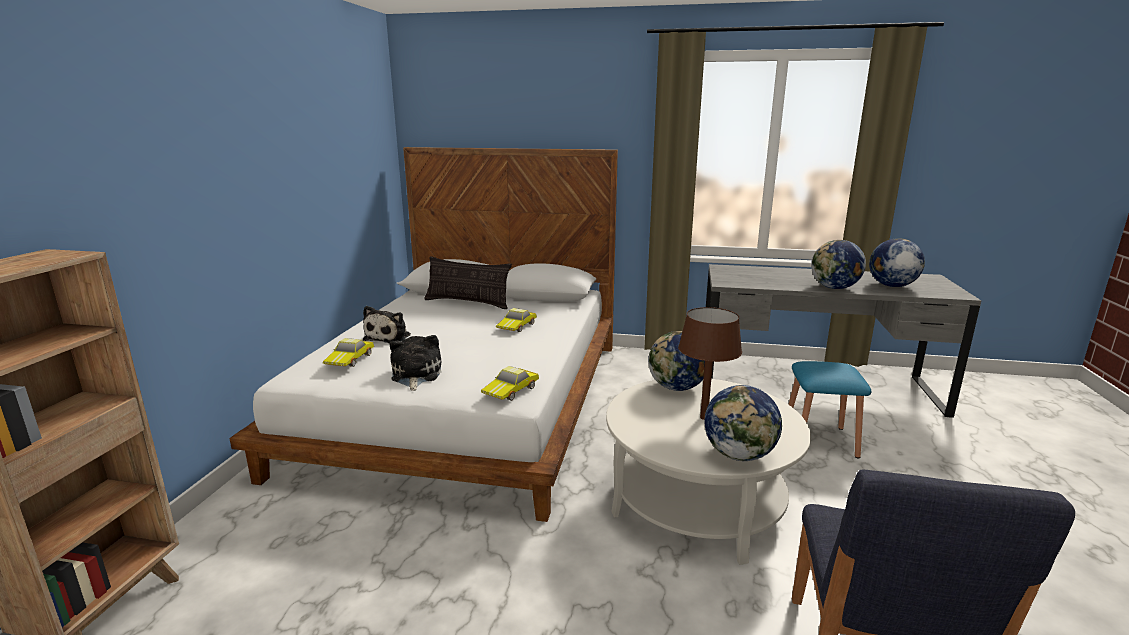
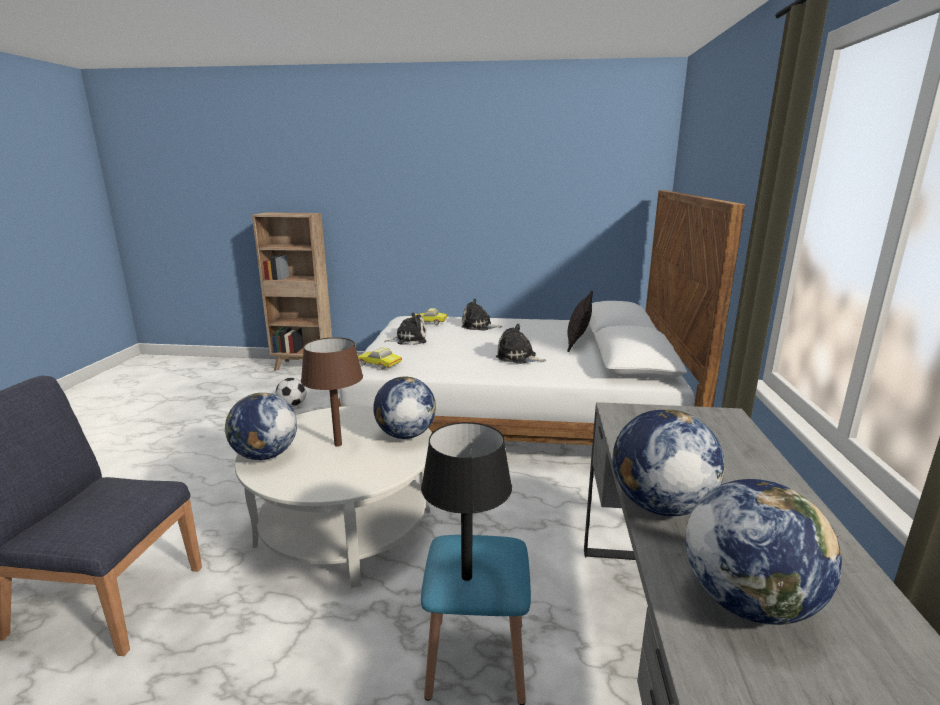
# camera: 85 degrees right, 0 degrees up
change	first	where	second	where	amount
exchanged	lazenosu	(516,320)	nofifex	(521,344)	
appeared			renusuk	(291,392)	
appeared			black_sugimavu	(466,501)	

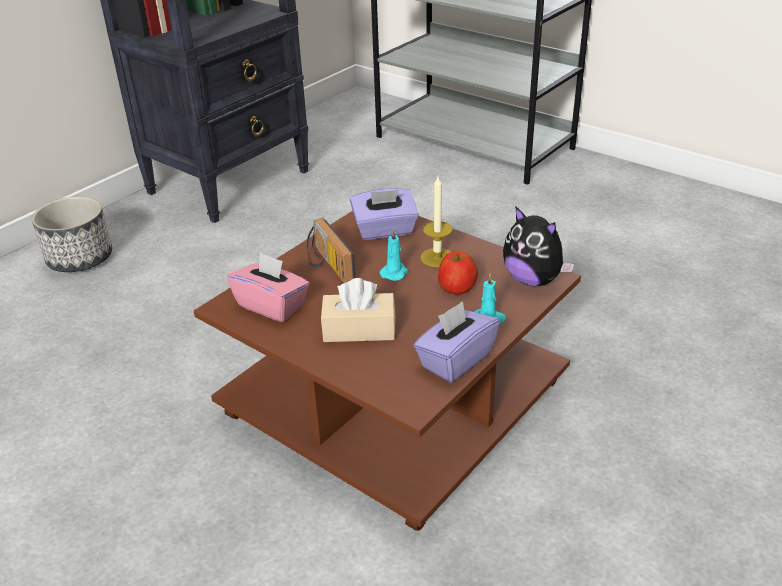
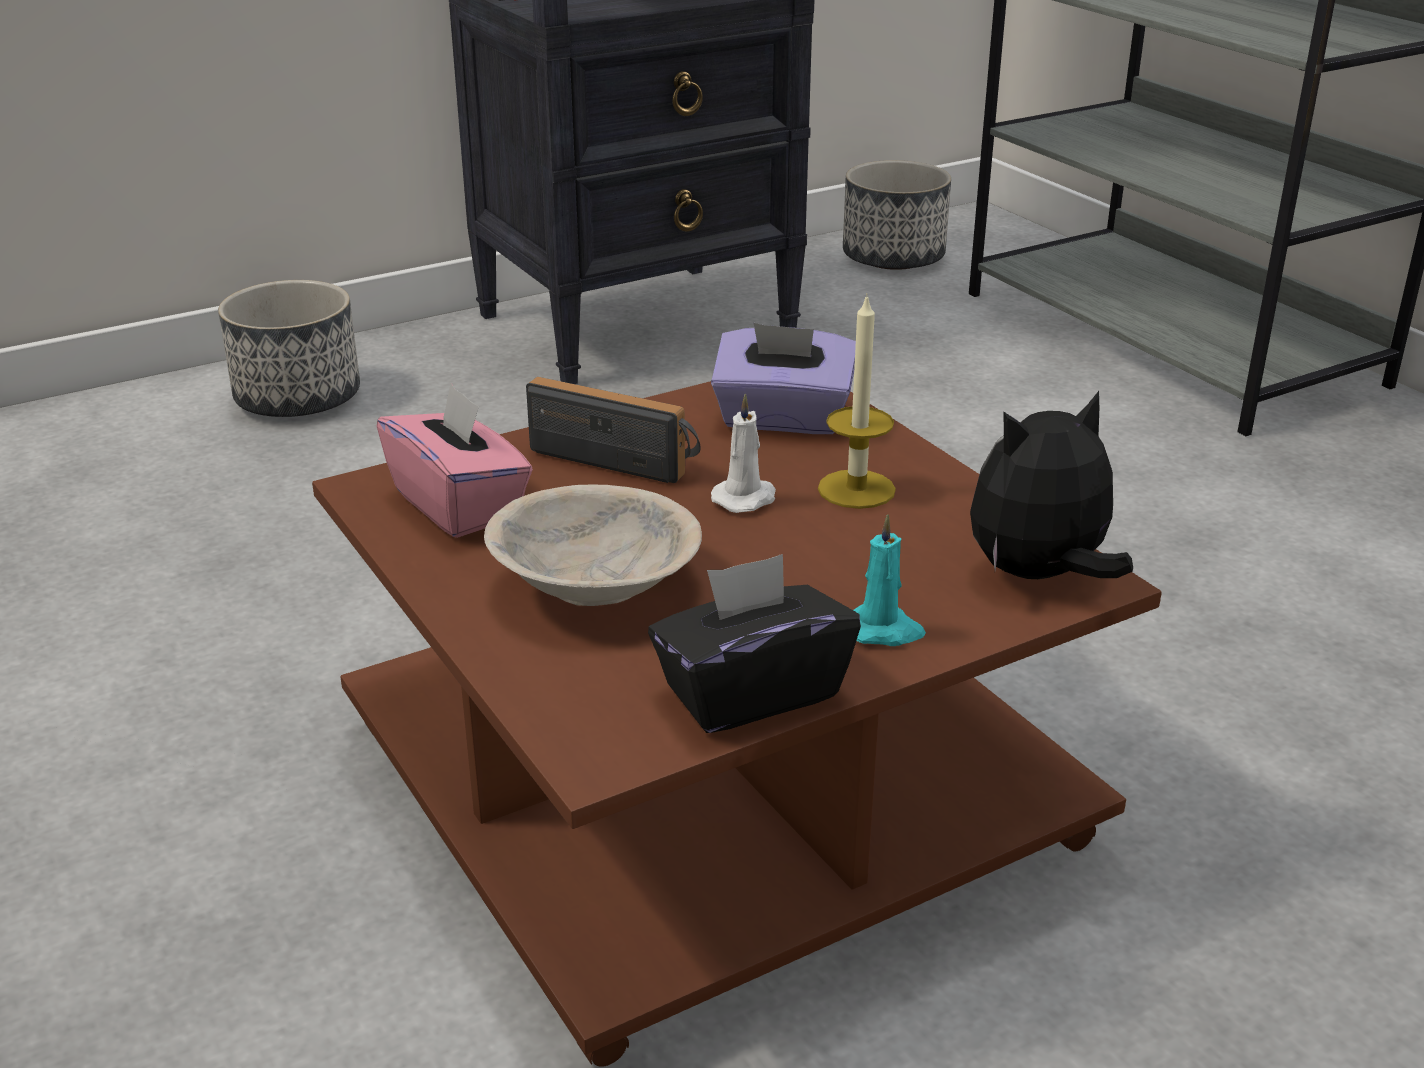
# camera: 20 degrees right, 5 degrees down
change	first	where	second	where	amount
spun	nofifex	(539,246)		(1051,485)	90 degrees clockwise
spun	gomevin	(330,250)		(613,430)	120 degrees clockwise
colour	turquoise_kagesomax	(394,255)	white_kagesomax	(743,453)	
missing	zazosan	(458,273)			
exchanged	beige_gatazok	(358,310)	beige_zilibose	(593,545)	
colour	purple_gatazok	(456,342)	black_gatazok	(754,643)	
appeared			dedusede	(897,215)	

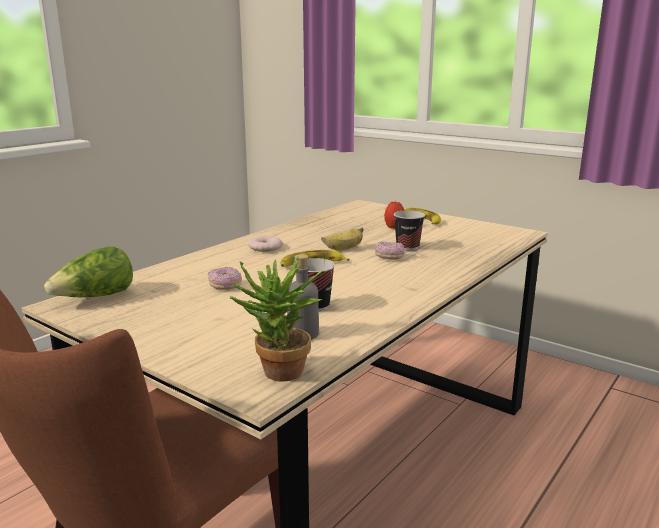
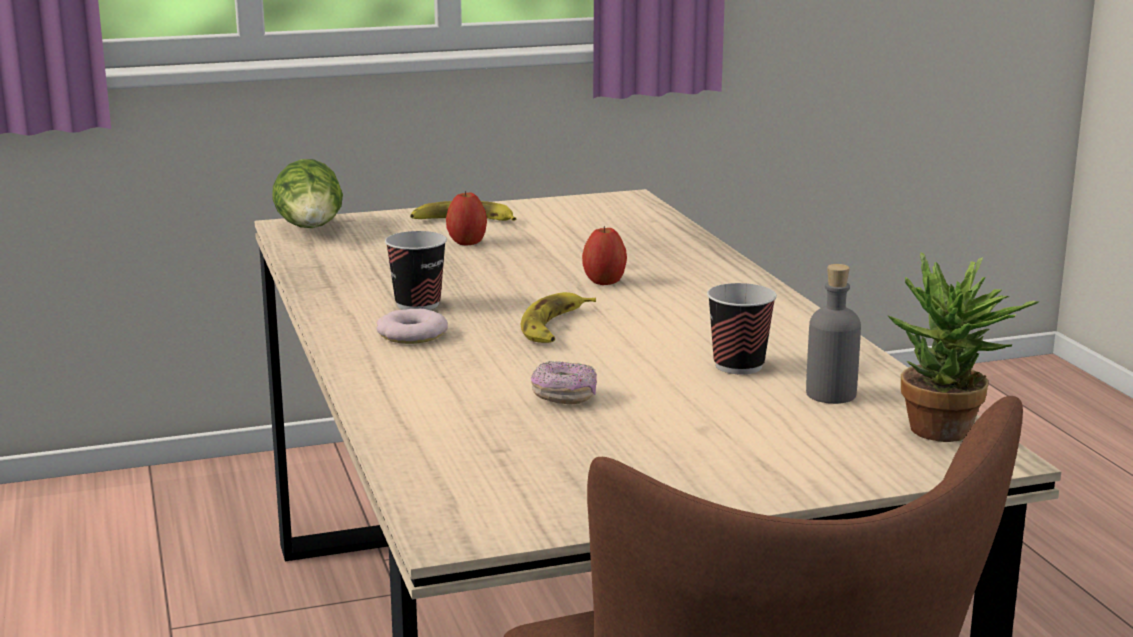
# camera: 55 degrees left, 0 degrees up
change	first	where	second	where	amount
relocated	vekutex	(409,230)		(416,270)	
missing	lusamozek	(342,238)			
exchanged	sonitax	(389,250)	zazosan	(604,255)	
relocated	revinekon	(88,271)		(307,193)	

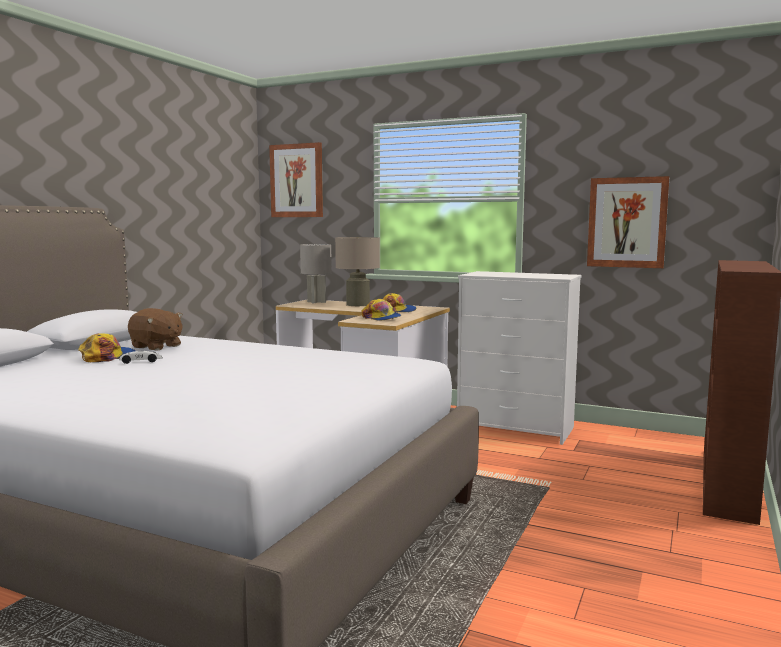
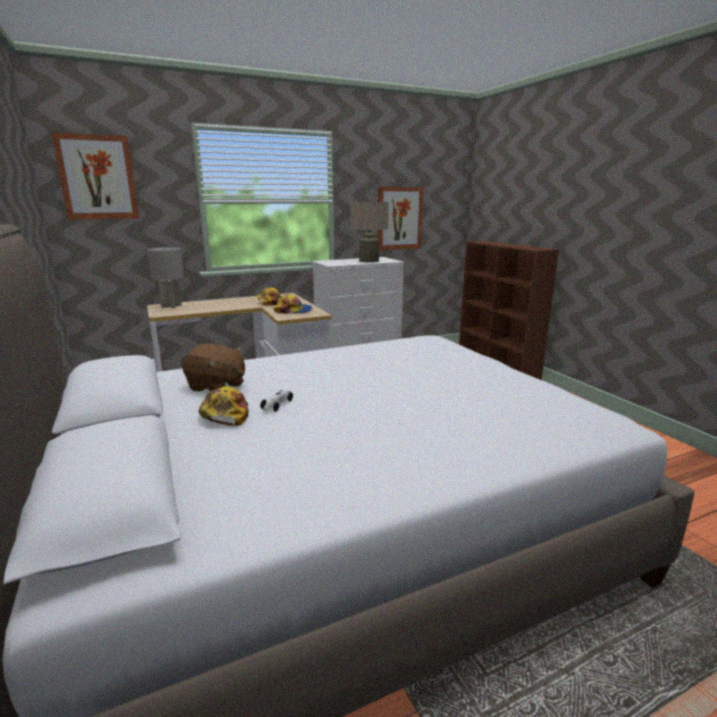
# camera: 50 degrees left, 10 degrees up
change	first	where	second	where	amount
relocated	beige_sugimavu	(357,271)		(369,232)	
spun	brown_nofifex	(155,329)		(213,367)	45 degrees clockwise

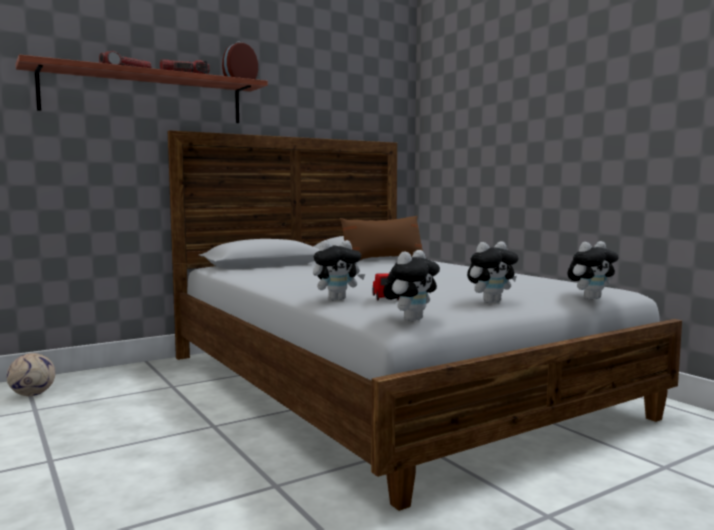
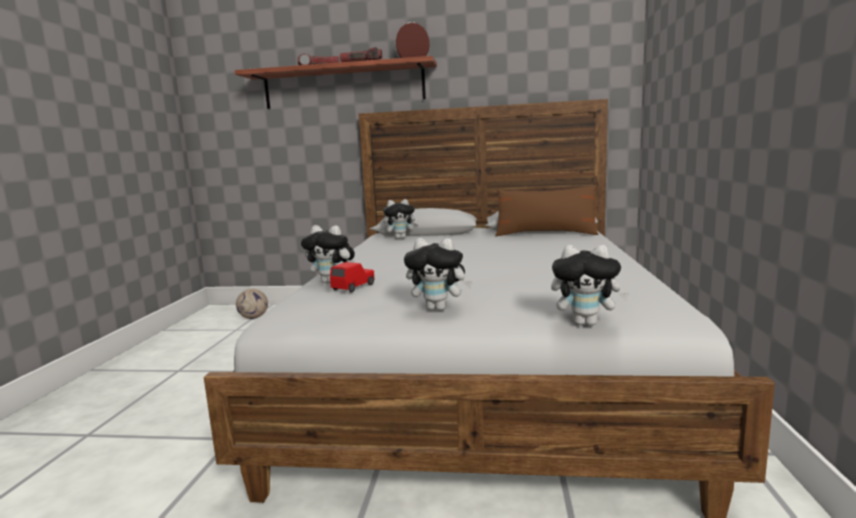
# camera: 40 degrees right, 5 degrees up
change	first	where	second	where	amount
relocated	nofifex	(411,285)		(401,219)	

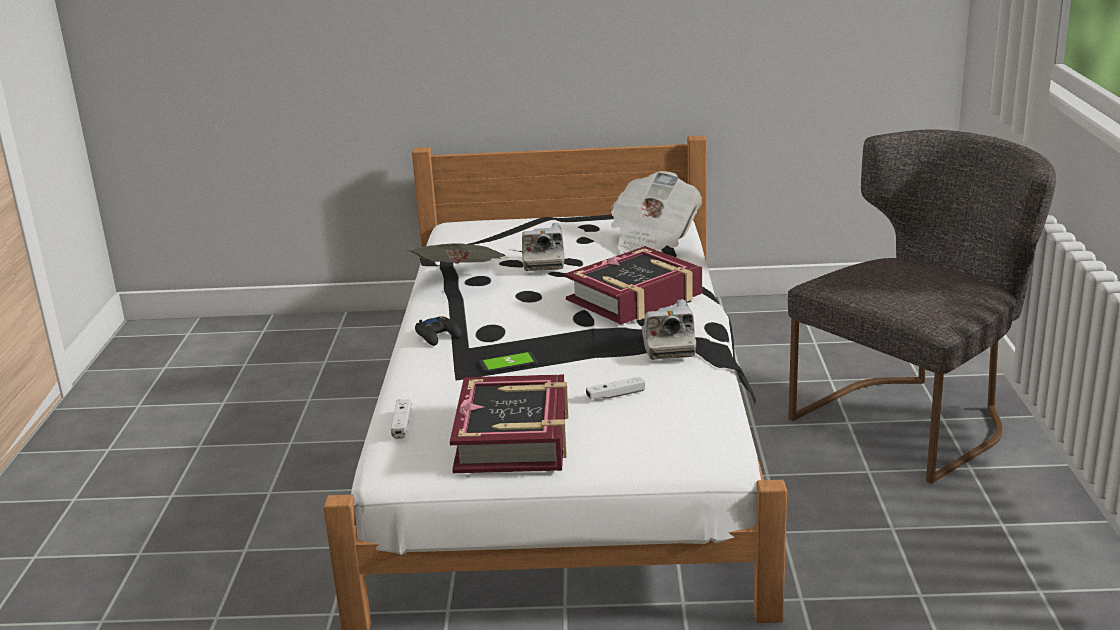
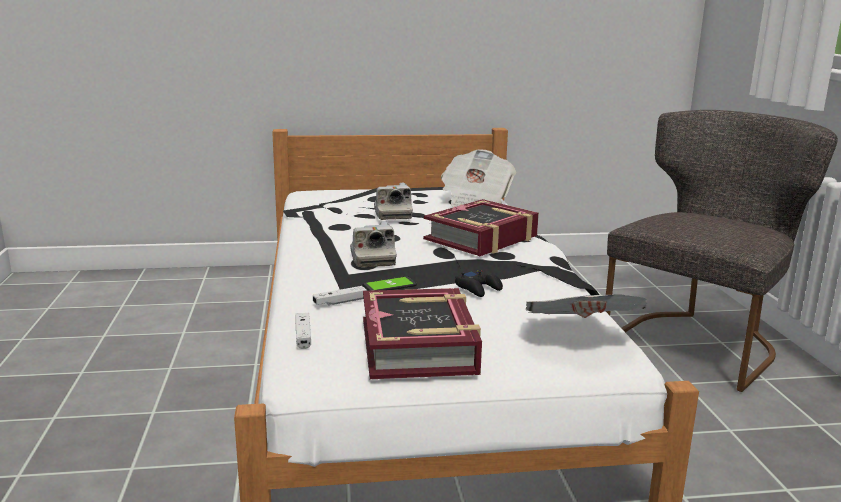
# camera: 10 degrees left, 5 degrees down
change	first	where	second	where	amount
relocated	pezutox	(455,253)		(586,306)	
relocated	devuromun	(669,329)		(373,244)	
relocated	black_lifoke	(438,331)		(479,283)	
relocated	white_lifoke	(615,388)		(340,295)	

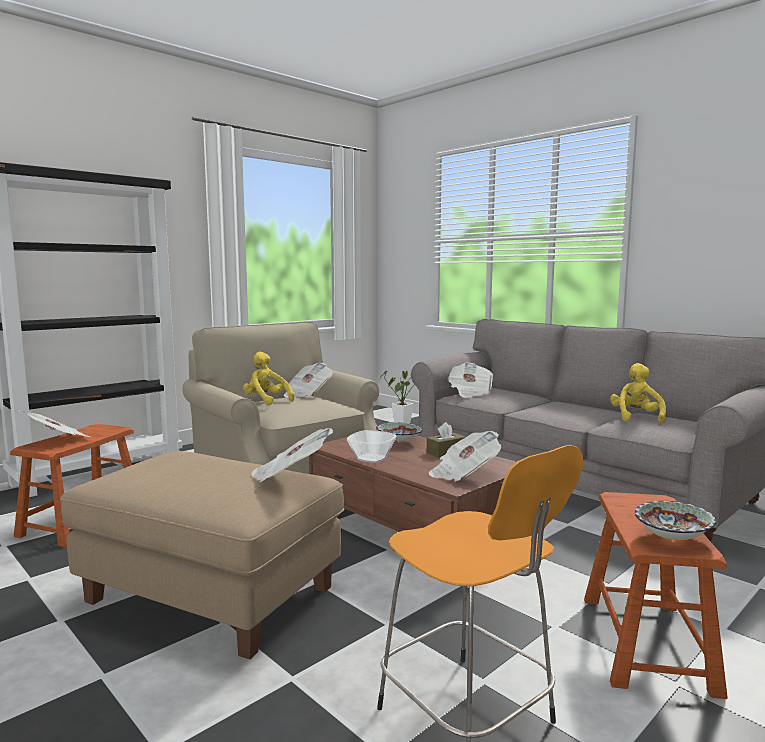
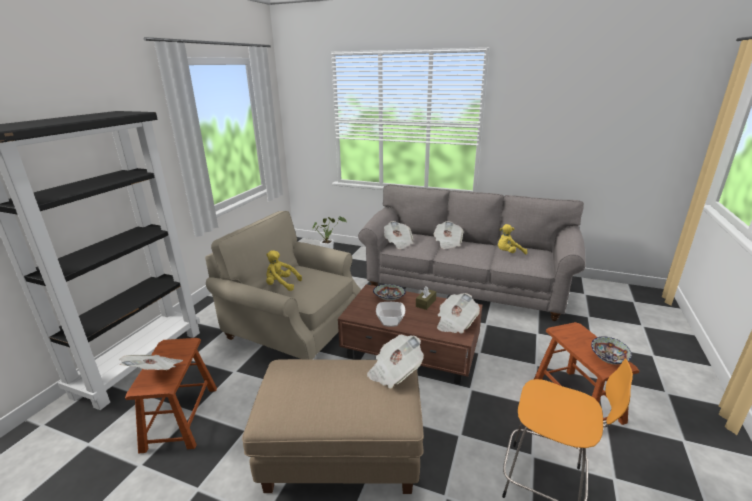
# camera: 25 degrees left, 15 degrees up
change	first	where	second	where	amount
relocated	pezutox	(308,380)		(448,235)	
spun	yellow_nofifex	(638,393)		(512,239)	90 degrees counterclockwise

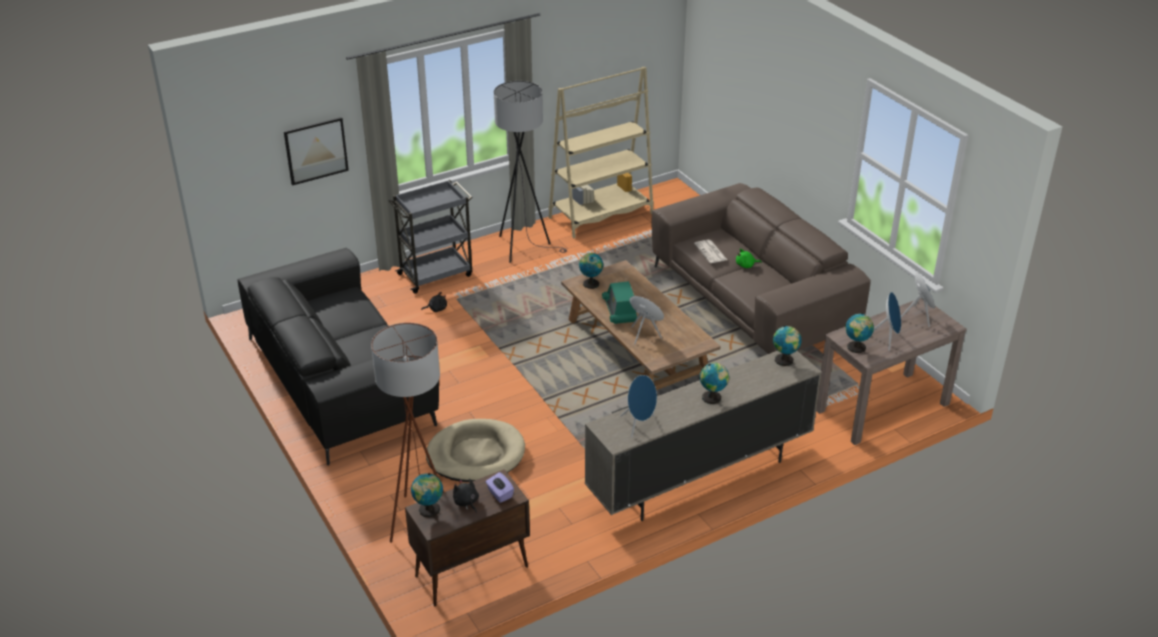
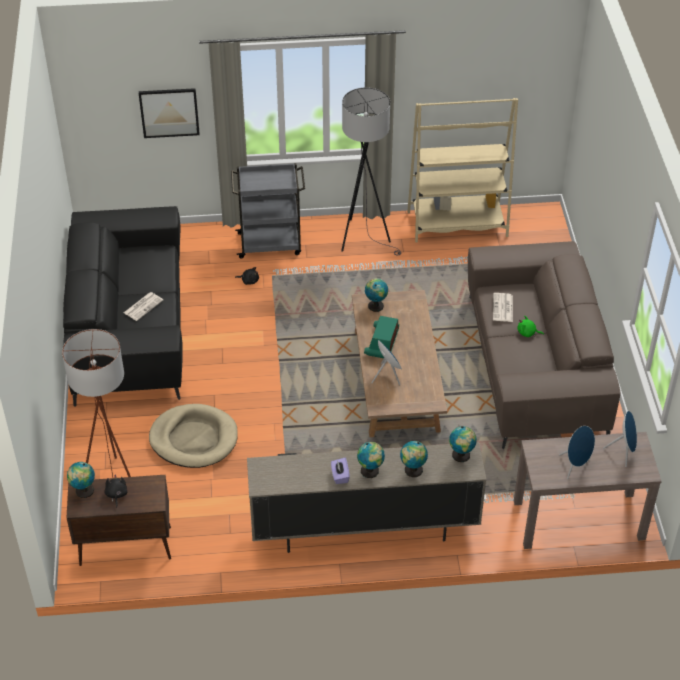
# camera: 25 degrees right, 10 degrees up
change	first	where	second	where	amount
relocated	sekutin	(860,333)		(414,459)	
missing	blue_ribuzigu	(638,406)			
relocated	purple_gatazok	(500,487)		(340,471)	
appeared			pezutox	(143,306)	

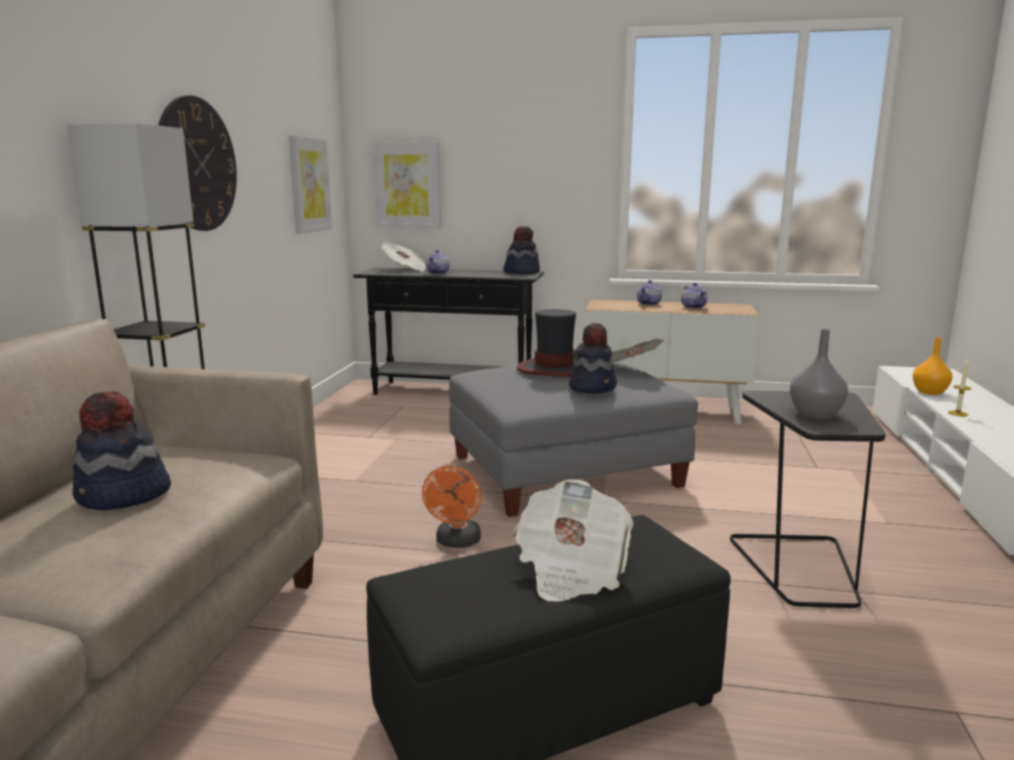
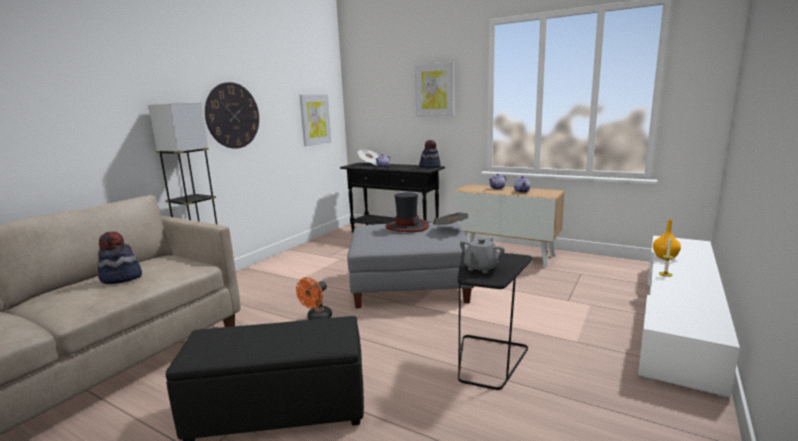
# camera: 20 degrees right, 0 degrees up
change	first	where	second	where	amount
relocated	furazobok	(406,184)		(434,89)	
missing	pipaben	(593,358)			
exchanged	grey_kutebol	(819,374)	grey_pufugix	(482,255)	
missing	pezutox	(574,540)			

